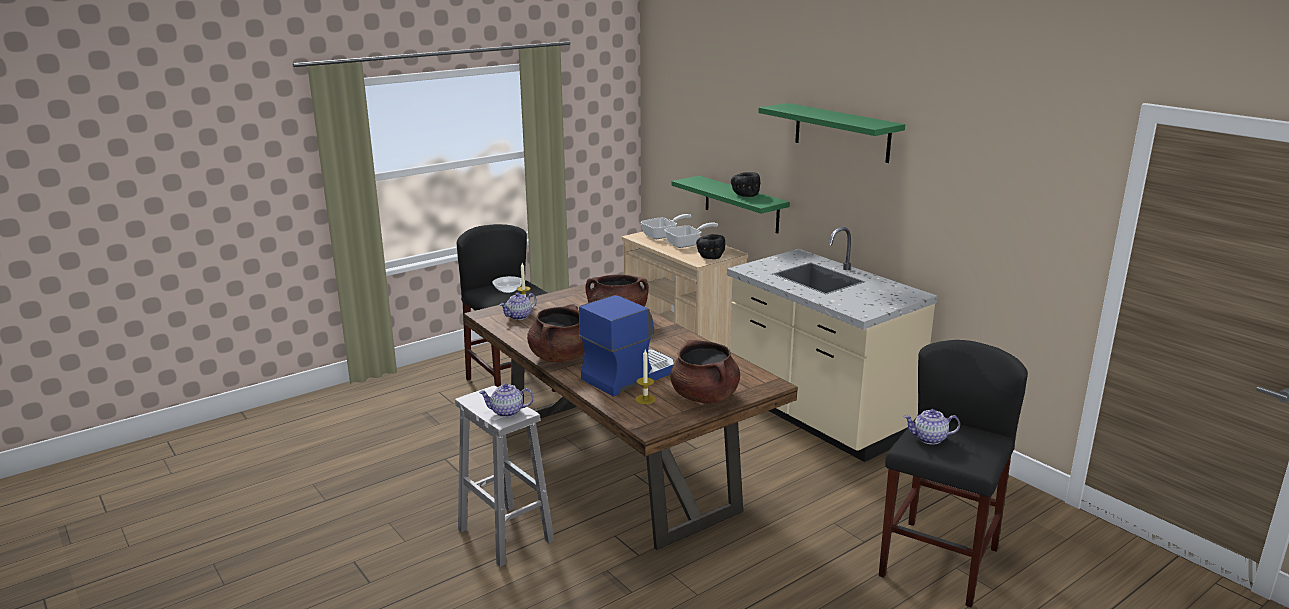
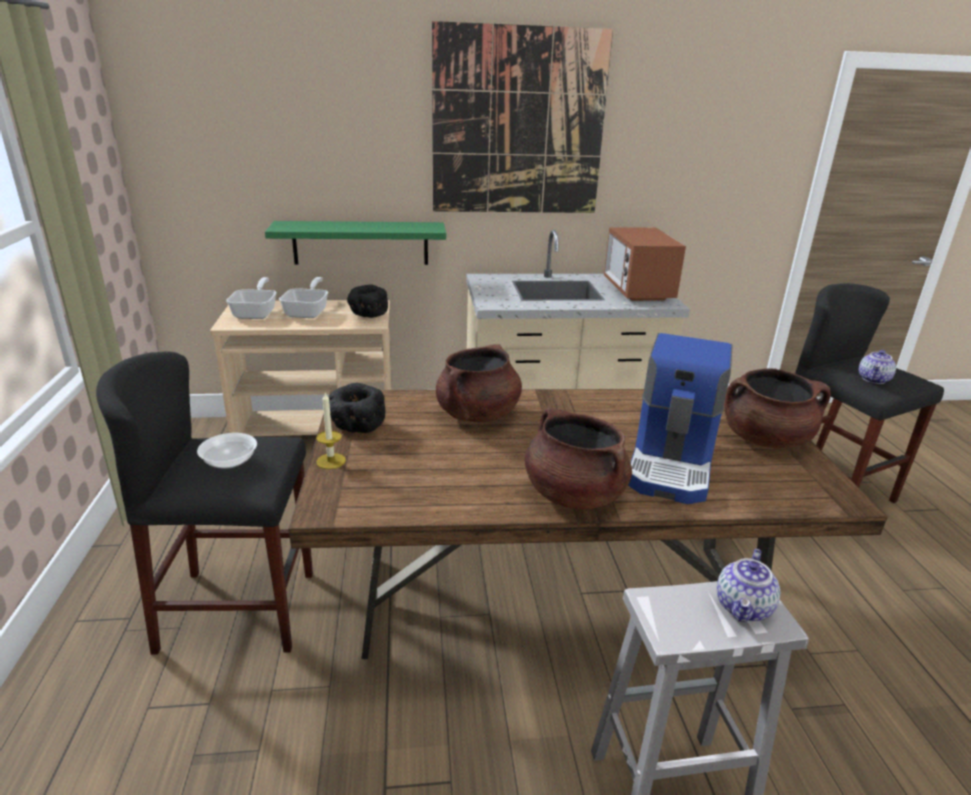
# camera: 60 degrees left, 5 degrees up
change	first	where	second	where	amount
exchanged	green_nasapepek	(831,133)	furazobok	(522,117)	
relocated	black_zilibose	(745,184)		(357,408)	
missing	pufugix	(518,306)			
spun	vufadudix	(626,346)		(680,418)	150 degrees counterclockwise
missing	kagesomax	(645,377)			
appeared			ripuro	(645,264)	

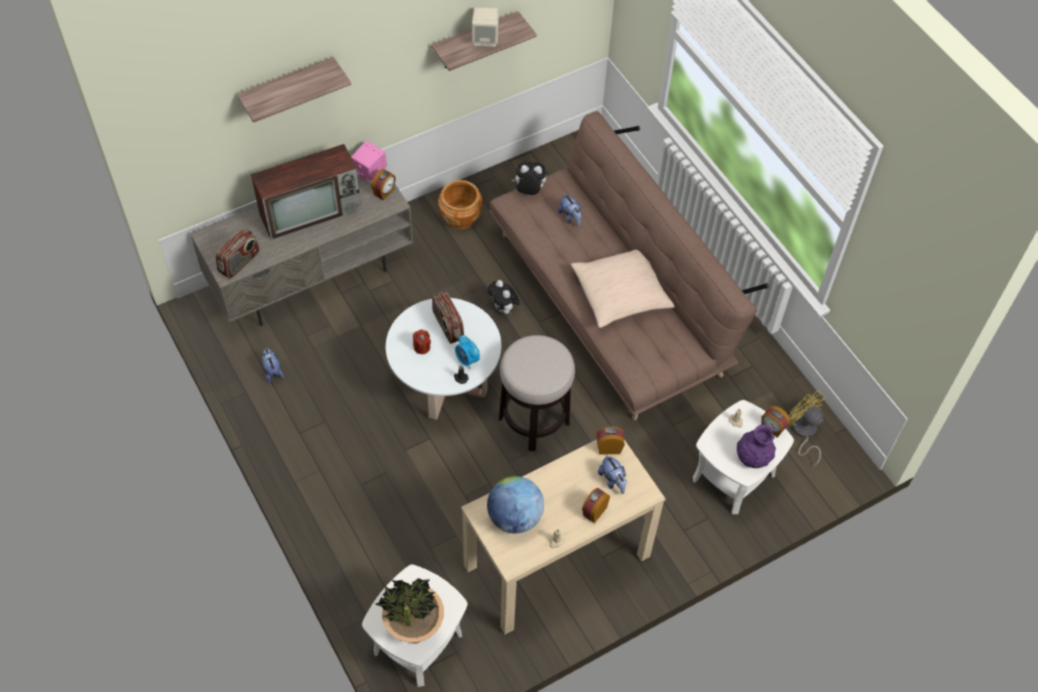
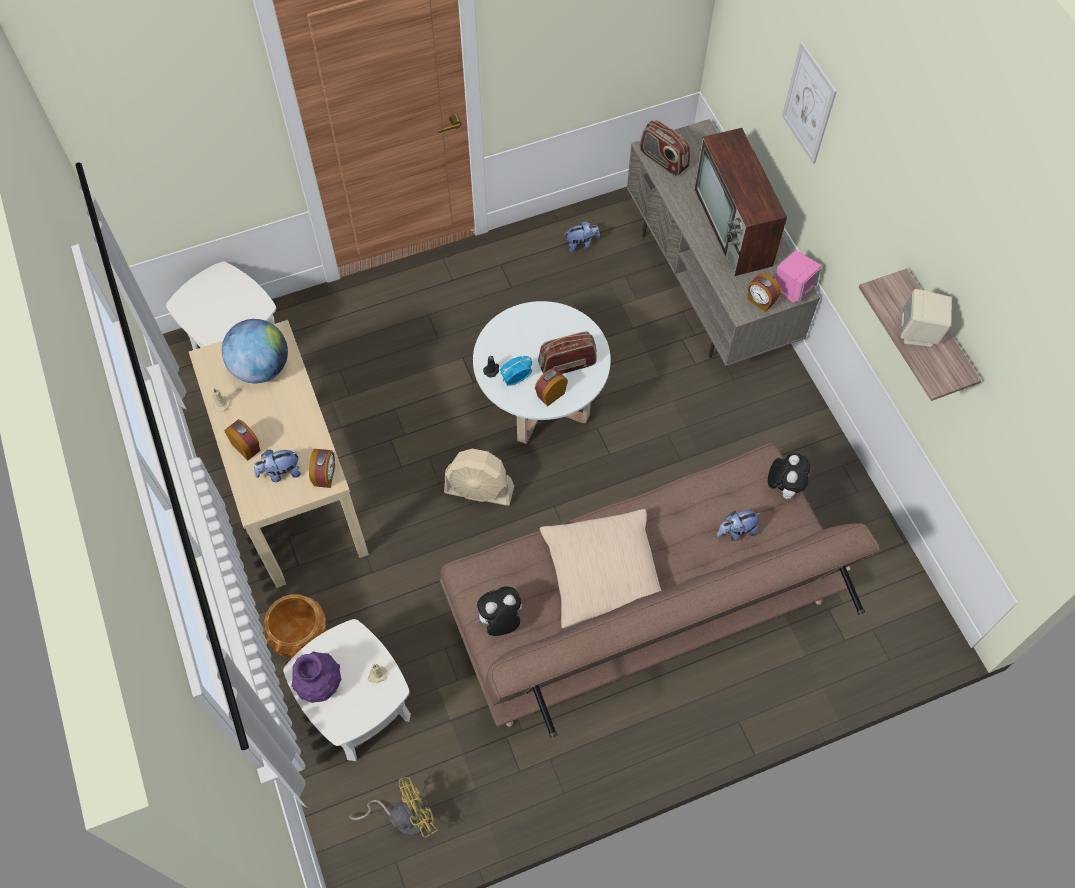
# camera: 100 degrees right, 5 degrees up
change	first	where	second	where	amount
exchanged	nasapepek	(294,90)	furazobok	(809,103)	
relocated	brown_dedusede	(460,204)		(294,626)	
relocated	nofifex	(504,297)		(498,611)	
missing	red_kagesomax	(422,341)			
exchanged	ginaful	(537,393)	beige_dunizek	(479,477)	
relocated	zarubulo	(775,421)		(551,387)	
missing	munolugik	(410,610)			

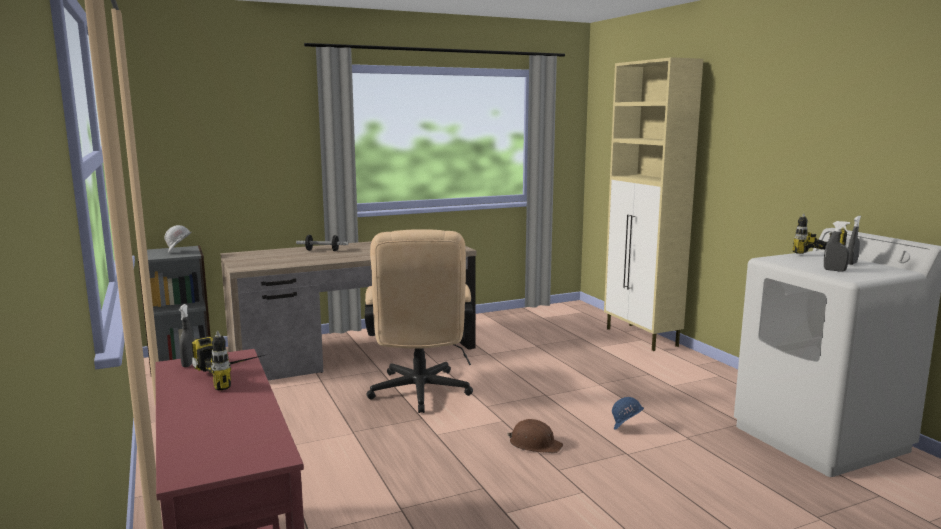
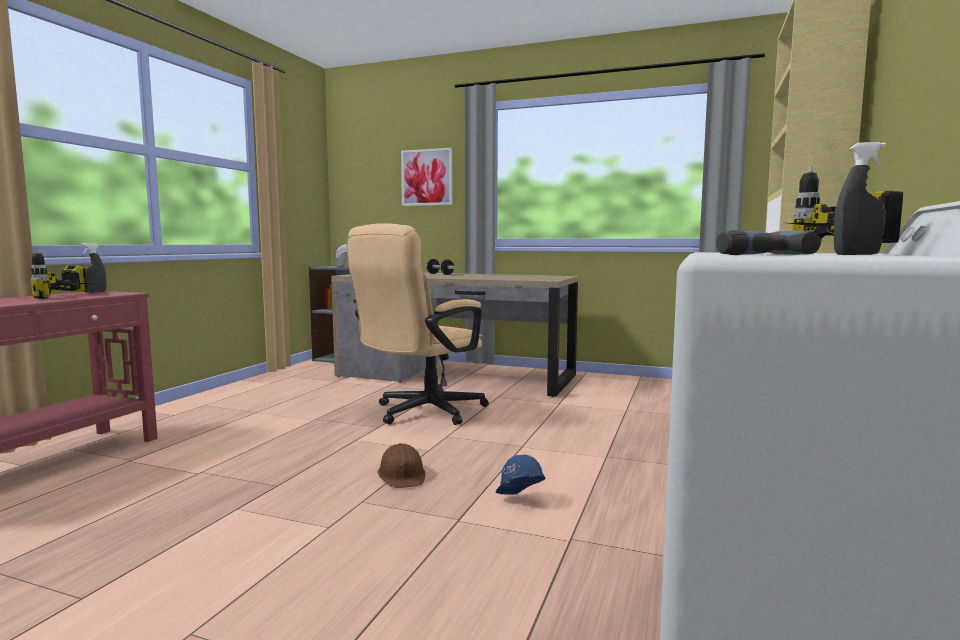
# camera: 45 degrees right, 5 degrees down
change	first	where	second	where	amount
exchanged	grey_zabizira	(837,246)	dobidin	(768,242)	
appeared			furazobok	(427,177)	

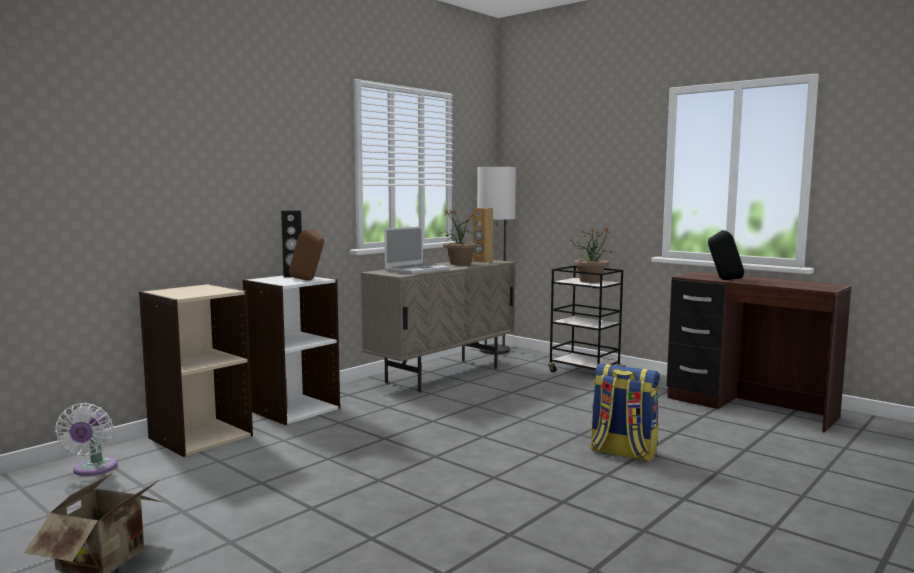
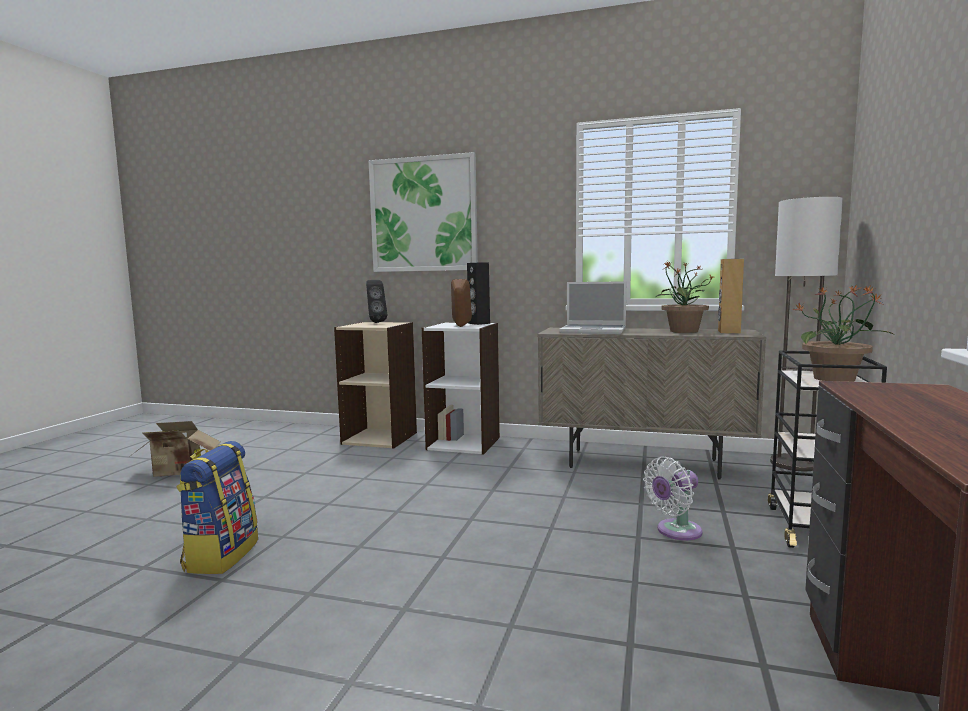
# camera: 65 degrees right, 0 degrees up
change	first	where	second	where	amount
relocated	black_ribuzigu	(726,255)		(376,301)	
relocated	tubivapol	(625,412)		(217,507)	
relocated	white_dunizek	(86,439)		(673,498)	
appeared			furazobok	(423,212)	

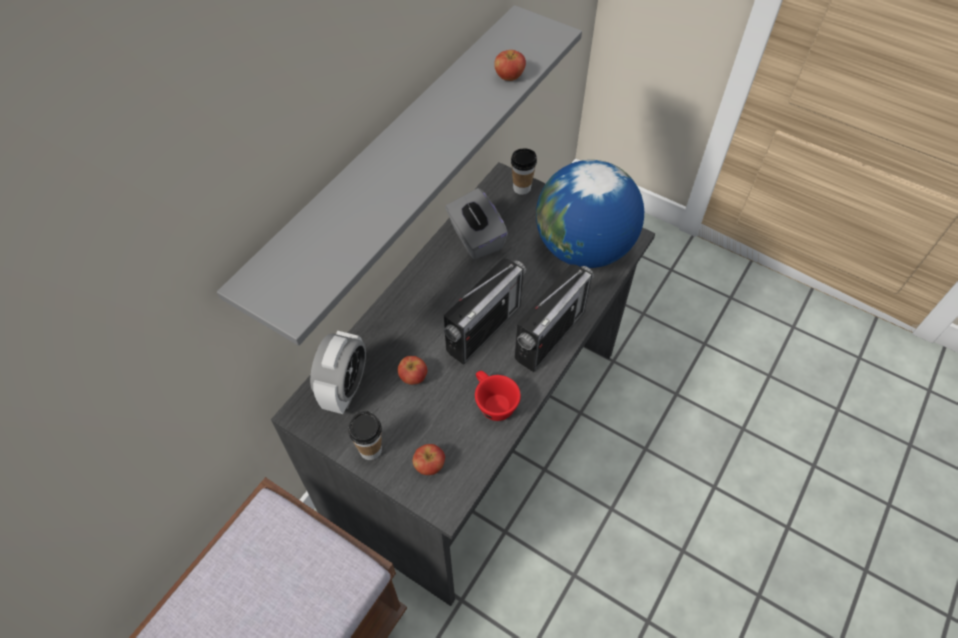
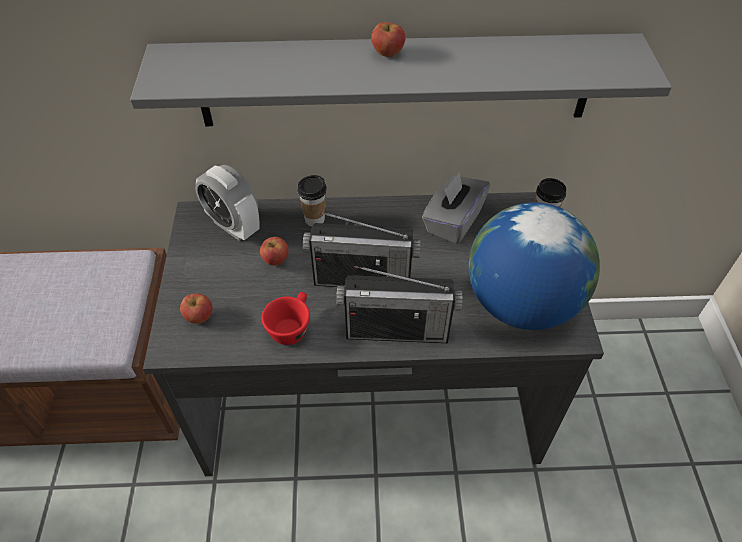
# camera: 55 degrees right, 5 degrees down
change	first	where	second	where	amount
relocated	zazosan	(510,65)		(388,39)	
spun	zarubulo	(338,372)		(227,203)	60 degrees clockwise
relocated	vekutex	(365,435)		(312,201)	

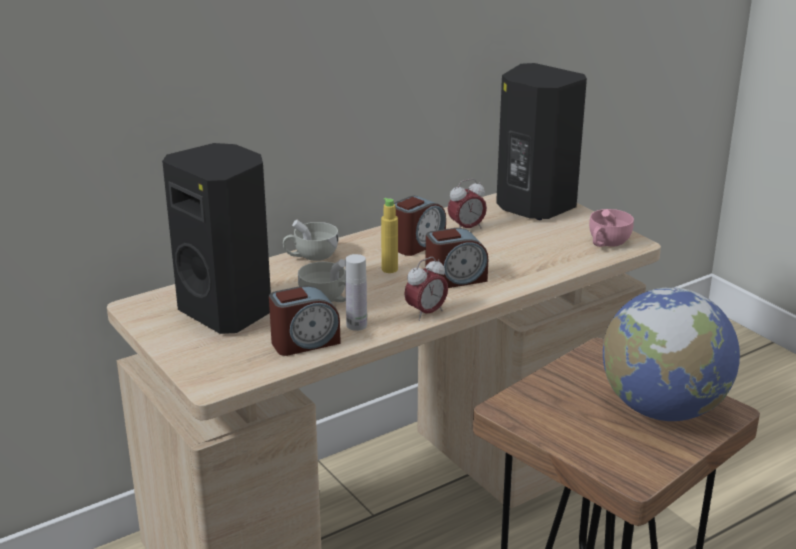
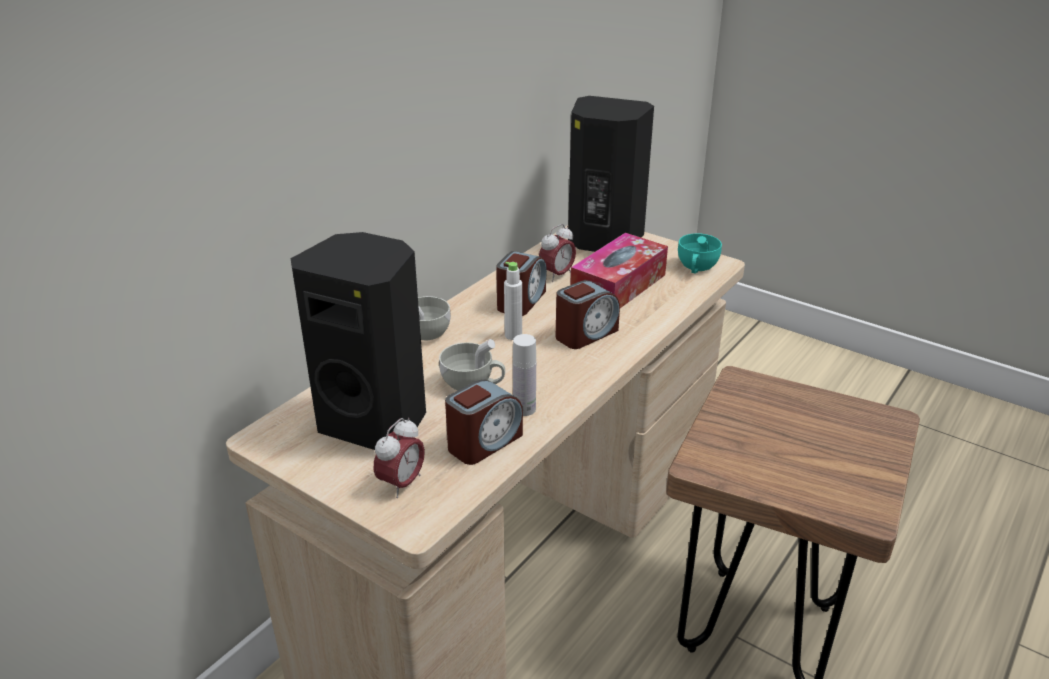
# camera: 20 degrees left, 5 degrees up
change	first	where	second	where	amount
colour	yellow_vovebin	(389,235)	white_vovebin	(513,301)	
colour	pink_vekutex	(611,228)	turquoise_vekutex	(700,253)	
relocated	zarubulo	(426,289)		(399,458)	
missing	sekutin	(671,354)			
appeared			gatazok	(619,270)	

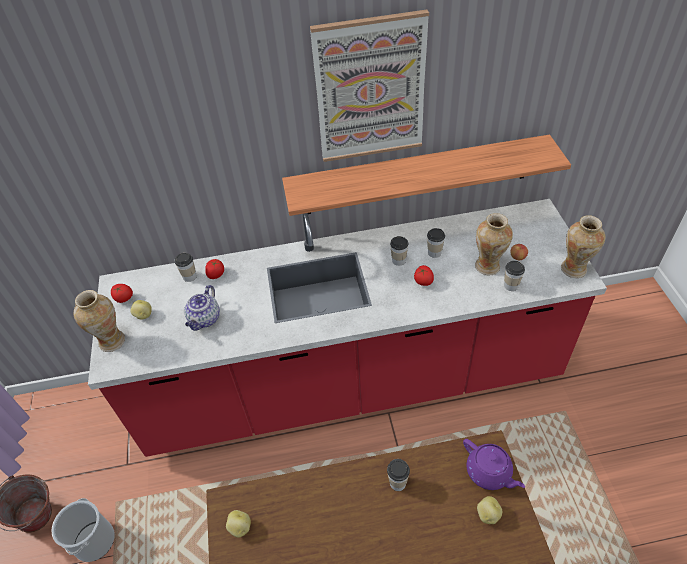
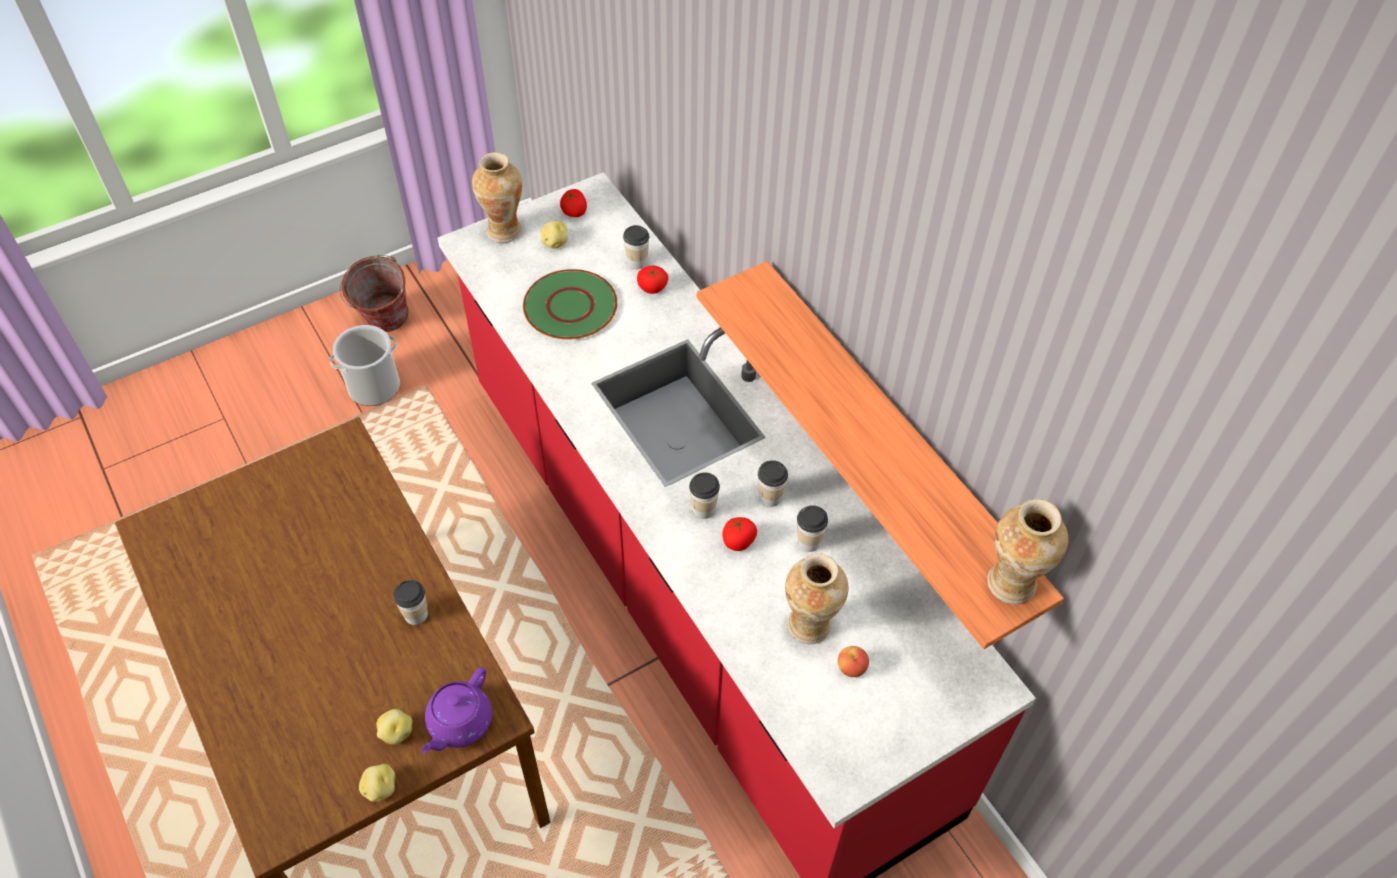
# camera: 65 degrees right, 5 degrees up
change	first	where	second	where	amount
missing	furazobok	(369,86)			
relocated	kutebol	(583,246)		(1027,551)	
relocated	vekutex	(514,276)		(704,495)	
exchanged	pufugix	(202,308)	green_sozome	(570,304)	
relocated	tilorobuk	(238,524)		(377,783)	

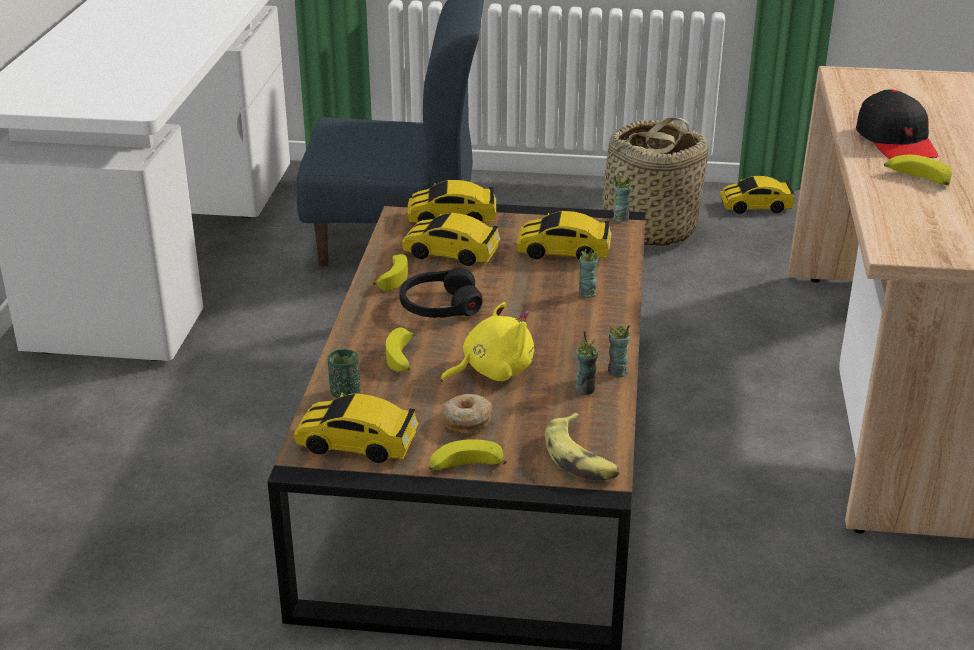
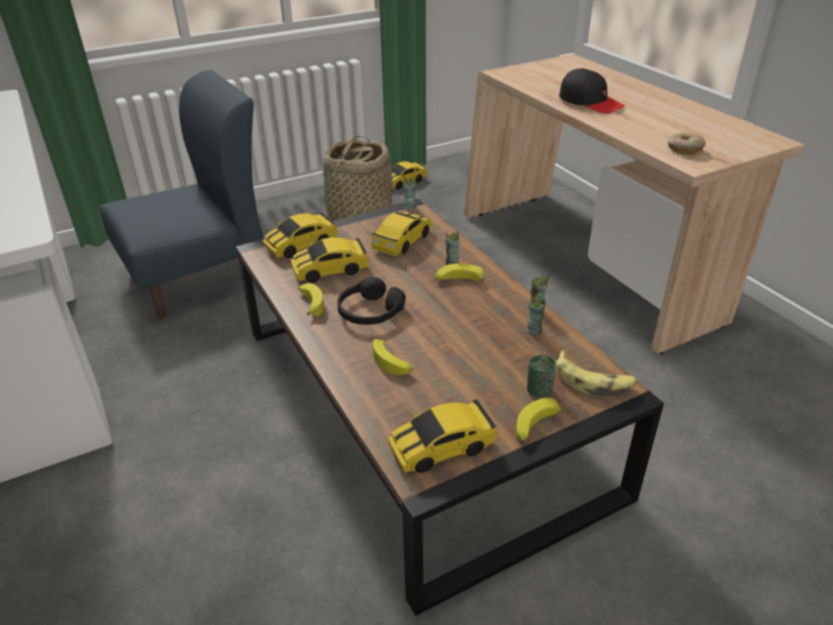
# camera: 35 degrees left, 5 degrees up
change	first	where	second	where	amount
relocated	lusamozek	(918,170)		(460,272)	
spun	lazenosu	(564,235)		(401,234)	150 degrees clockwise
missing	yellow_nofifex	(487,342)			
relocated	green_vekutex	(344,373)		(541,376)	
relocated	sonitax	(467,414)		(687,144)	

